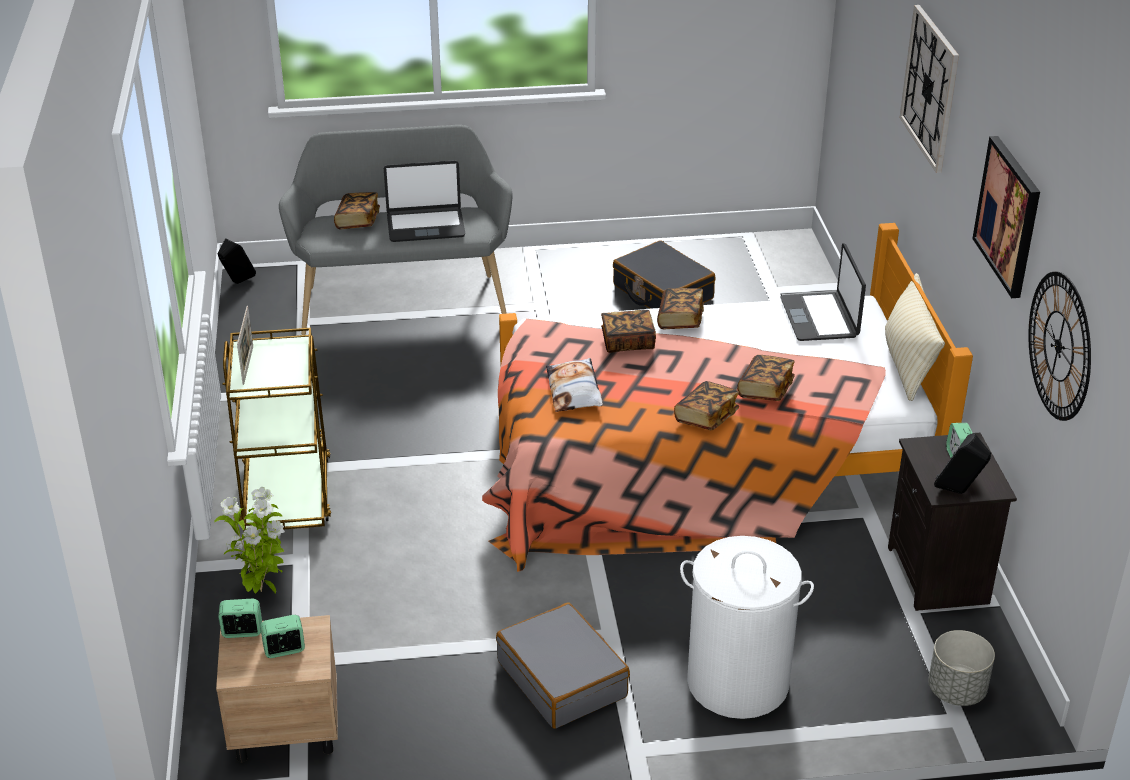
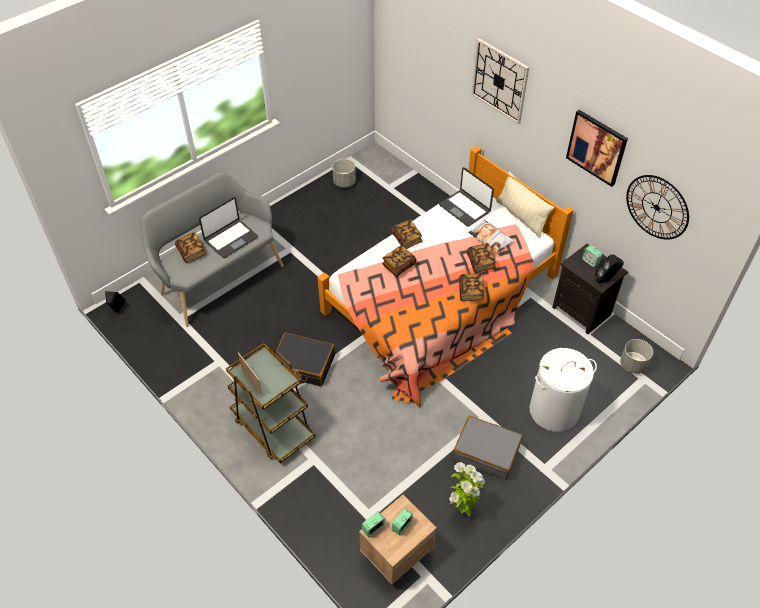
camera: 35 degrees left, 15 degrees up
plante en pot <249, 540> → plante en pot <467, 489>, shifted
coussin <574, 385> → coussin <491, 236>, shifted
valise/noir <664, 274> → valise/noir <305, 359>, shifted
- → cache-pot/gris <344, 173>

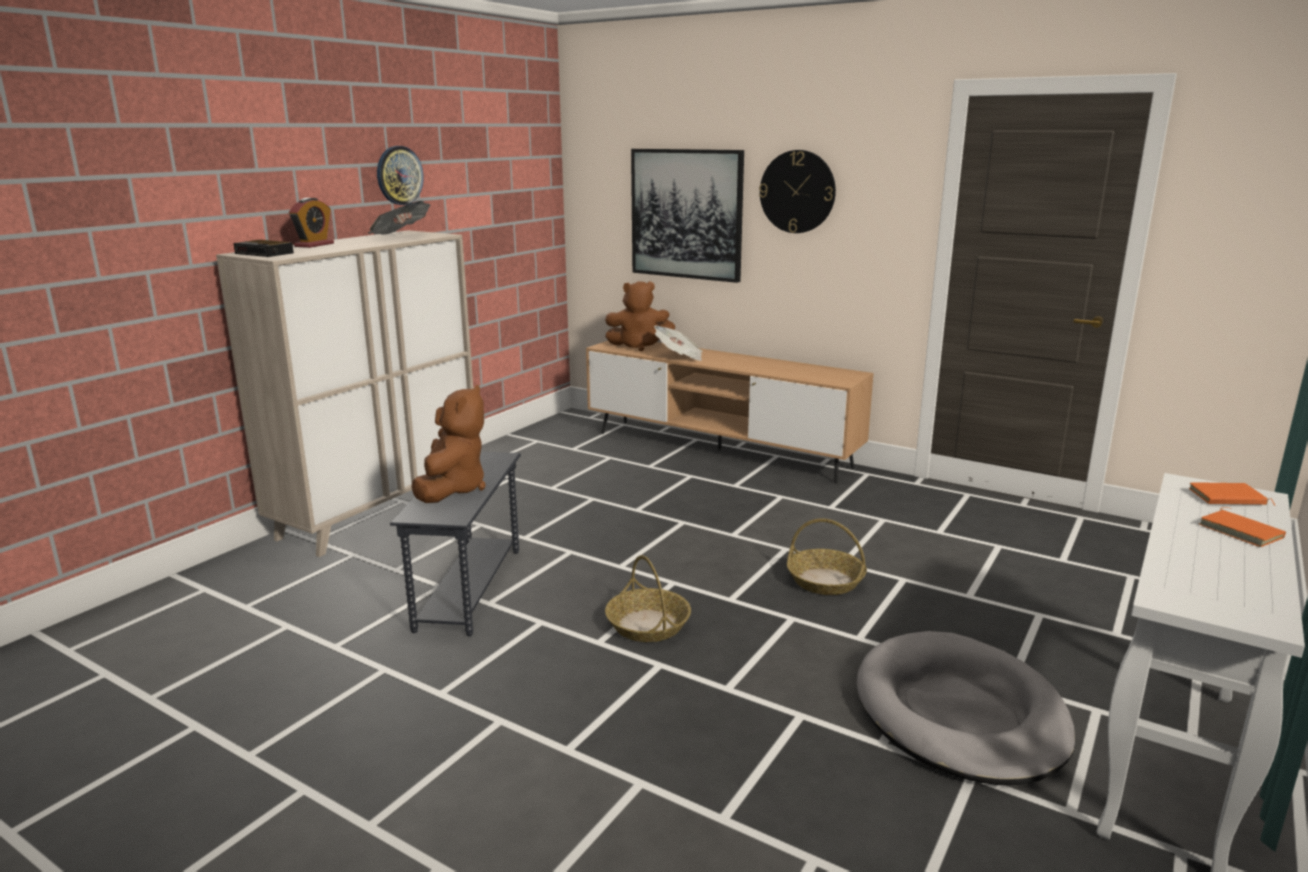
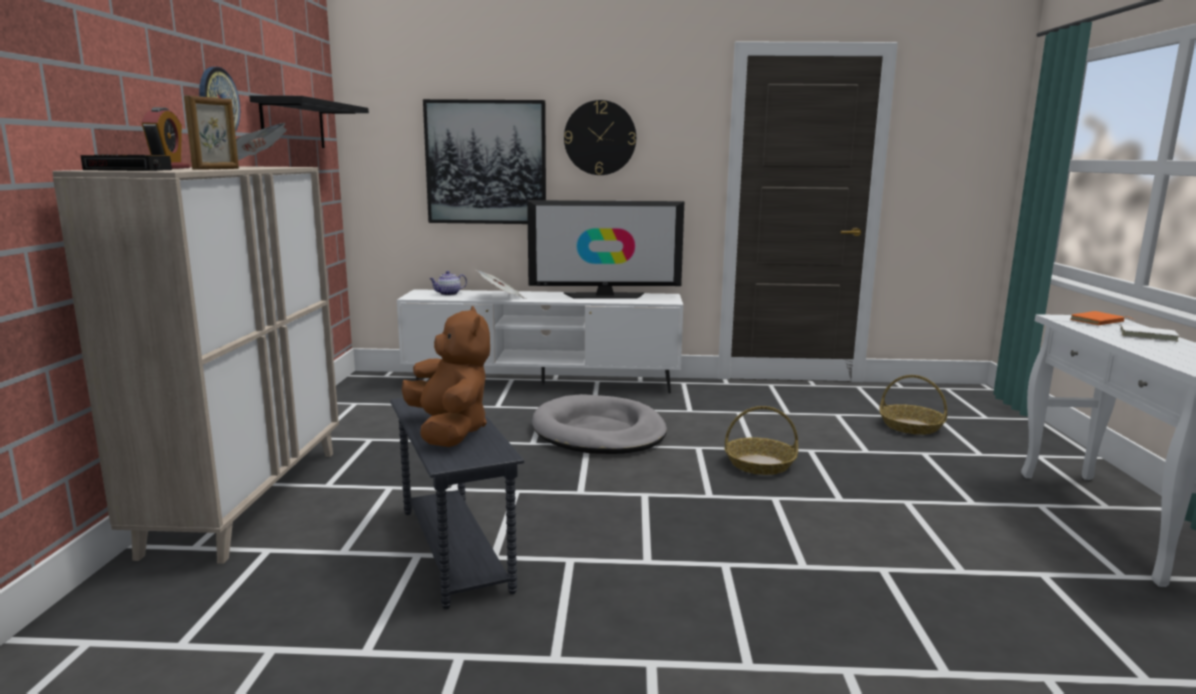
camera: 30 degrees left, 5 degrees down
meuble télé/marron <730, 412> → meuble télé/blanc <540, 341>
peluche/marron <640, 316> → théière <448, 283>
panier <648, 598> → panier <913, 405>, shifted
panier pour chien/gris <966, 708> → panier pour chien/gris <599, 424>, shifted
livre/orange <1242, 527> → livre/blanc <1149, 333>
- → cadre photo <211, 132>
- → étagère/noir <309, 121>
- → téléviseur <605, 249>

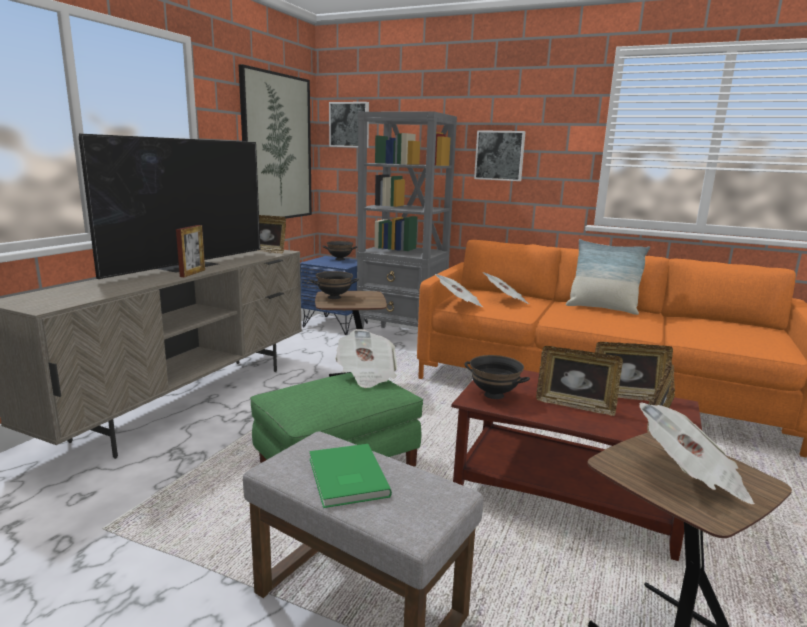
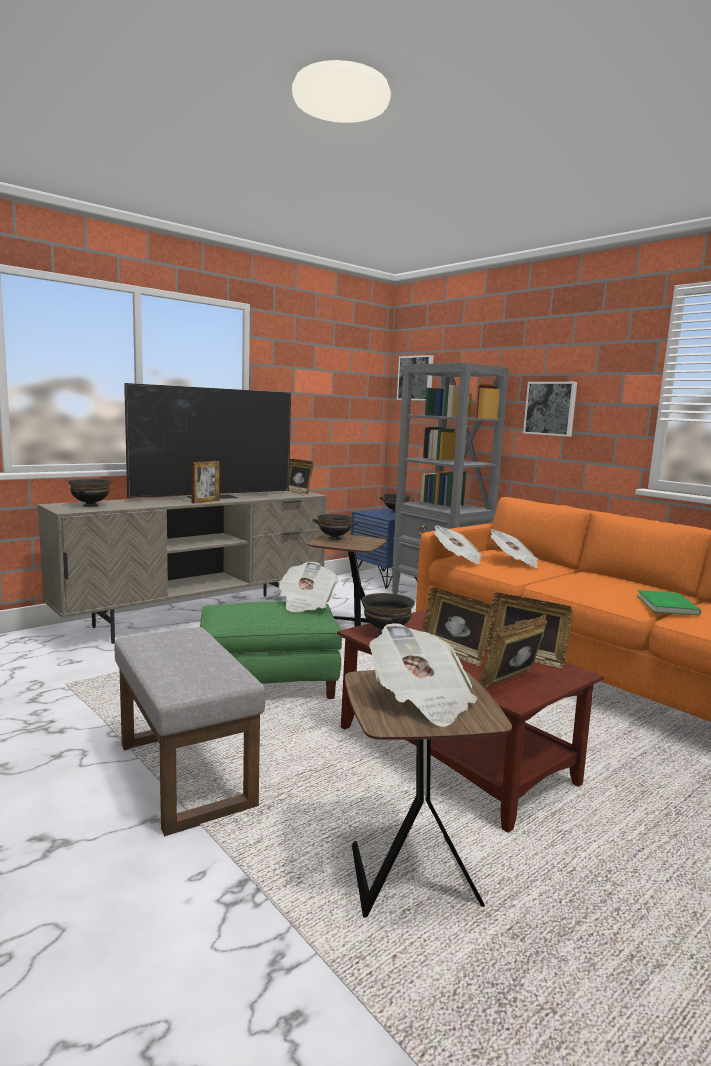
camera: 25 degrees right, 5 degrees down
tableau <275, 141> → -
livre/vert <350, 476> → livre/vert <669, 603>, shifted
coussin <608, 277> → -
- → bol/noir <89, 493>

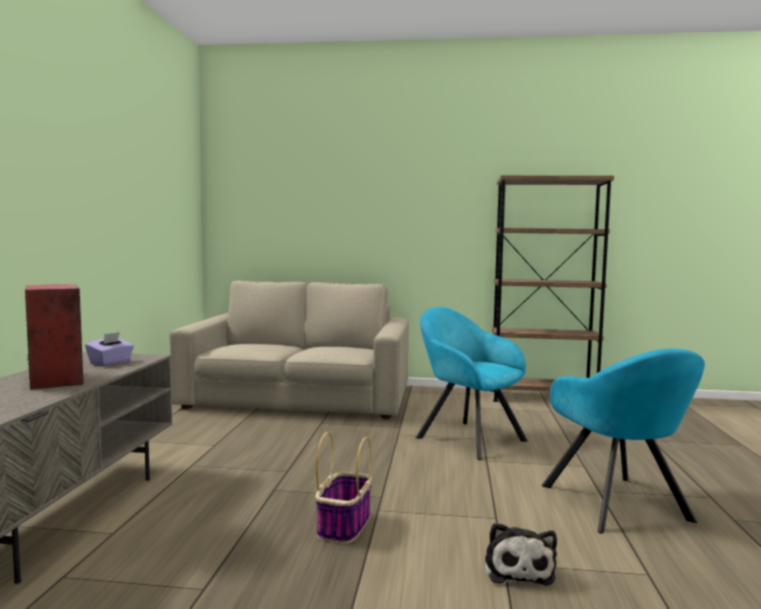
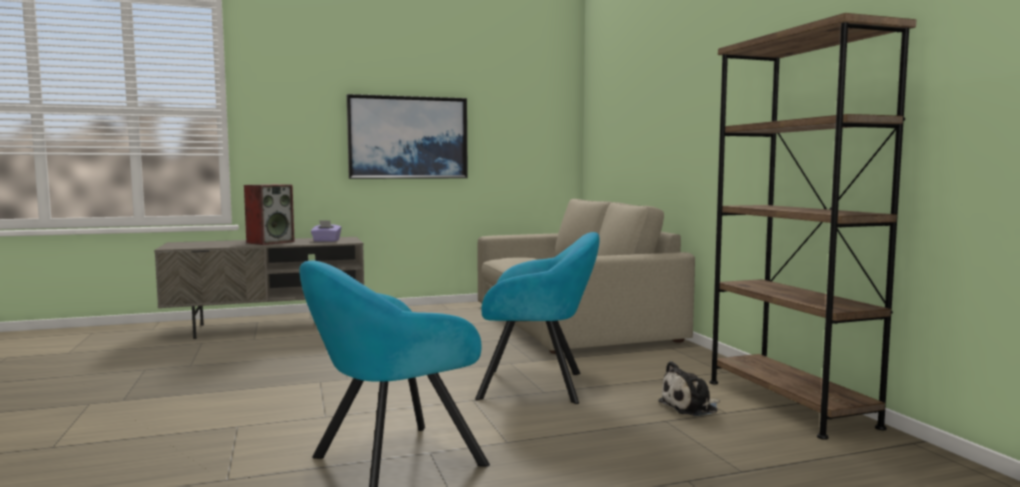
camera: 65 degrees right, 0 degrees up
panier <344, 488> → -
fauteuil/turquoise <471, 383> → fauteuil/turquoise <537, 318>, 75 degrees clockwise
peluche <521, 554> → peluche <689, 388>, shifted
- → tableau <407, 136>

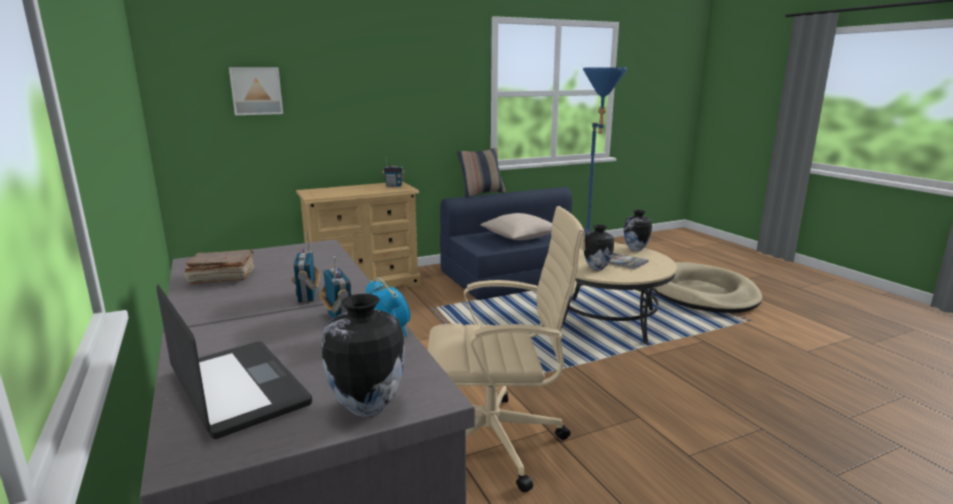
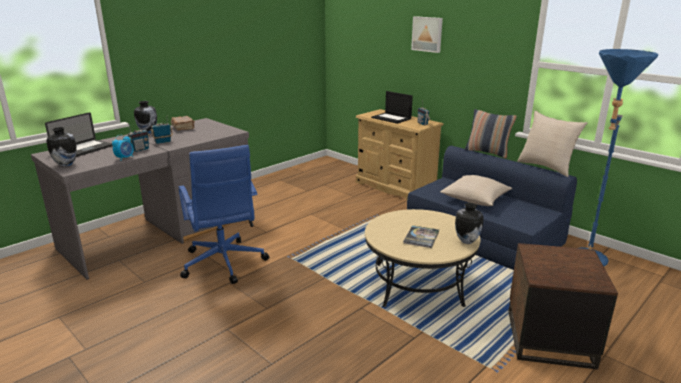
camera: 70 degrees right, 5 degrees up
tableau <256, 91> → tableau <427, 34>, shifted
chaise de bureau/beige <506, 349> → chaise de bureau/bleu <224, 214>
vase <599, 248> → vase <145, 117>, shifted
panier pour chien/beige <707, 287> → table d'appoint/marron <563, 306>
- → ordinateur portable <392, 107>
- → coussin/beige <552, 144>

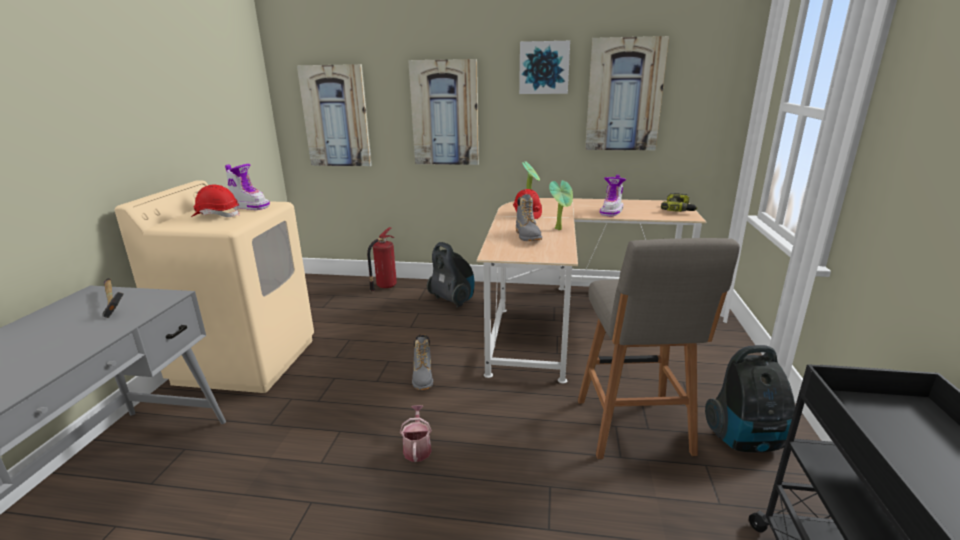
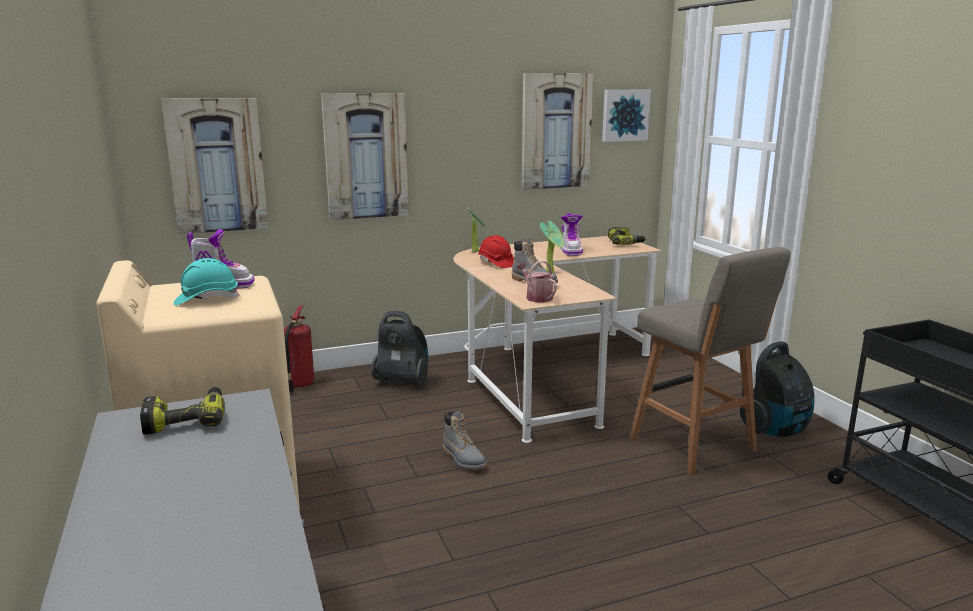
camera: 30 degrees left, 5 degrees down
marteau <113, 298> → perceuse <182, 411>
casque de chantier/rouge <215, 200> → casque de chantier/turquoise <207, 282>
arrosoir <416, 433> → arrosoir <537, 281>, shifted
tableau <544, 67> → tableau <626, 116>, shifted

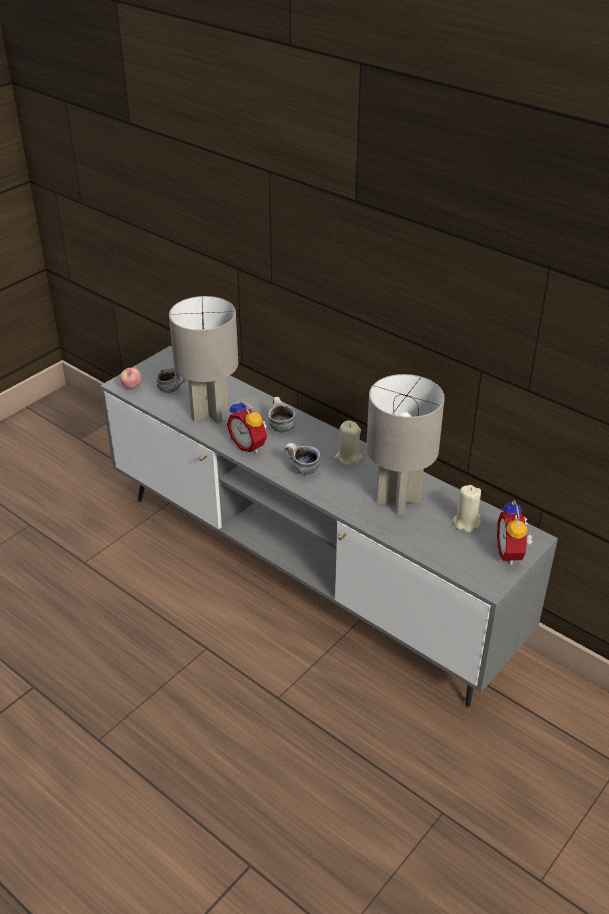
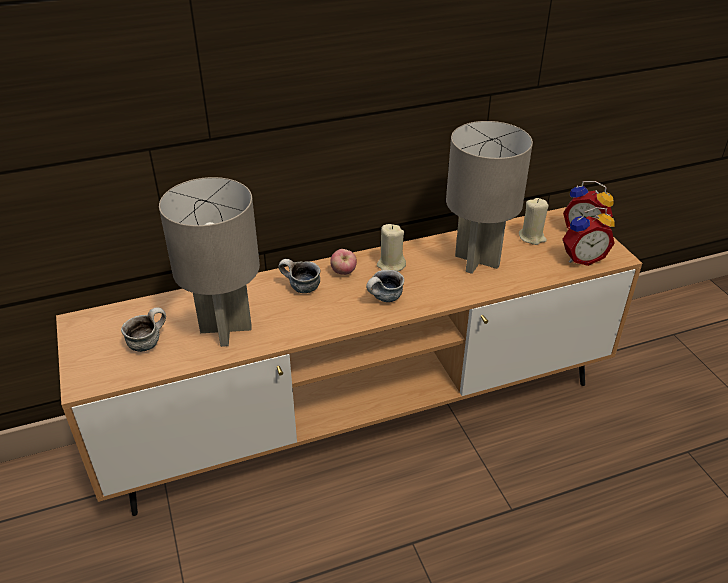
camera: 60 degrees left, 0 degrees up
meuble télé/gris <329, 526> → meuble télé/marron <349, 361>
pomme <131, 378> → pomme <343, 262>, shifted
réveil <247, 426> → réveil <589, 236>, shifted

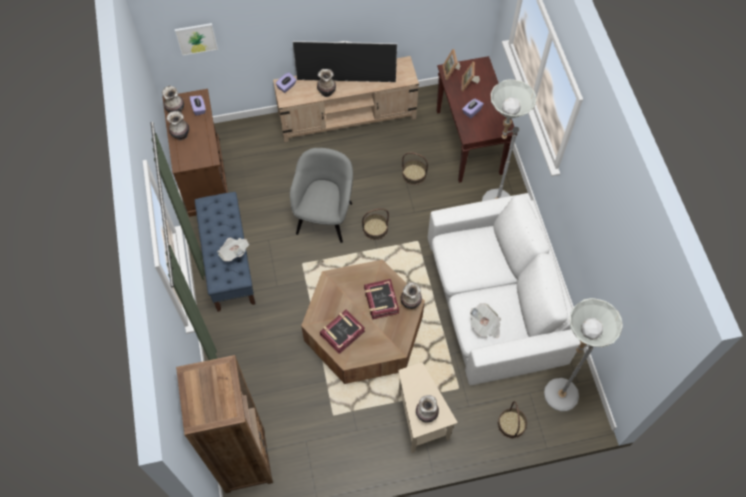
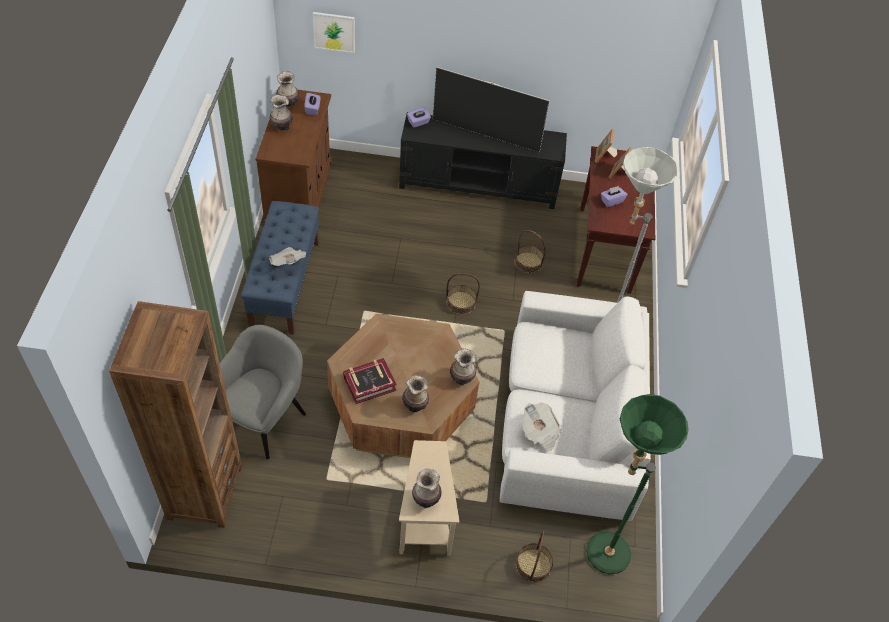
camera: 15 degrees right, 10 degrees down
meuble télé/beige <346, 99> → meuble télé/noir <483, 160>
fauteuil/gris <321, 195> → fauteuil/gris <263, 392>, shifted
vase <326, 83> → vase <415, 393>, shifted
livre <381, 299> → -
lampadaire/gris <583, 355> → lampadaire/vert <637, 484>

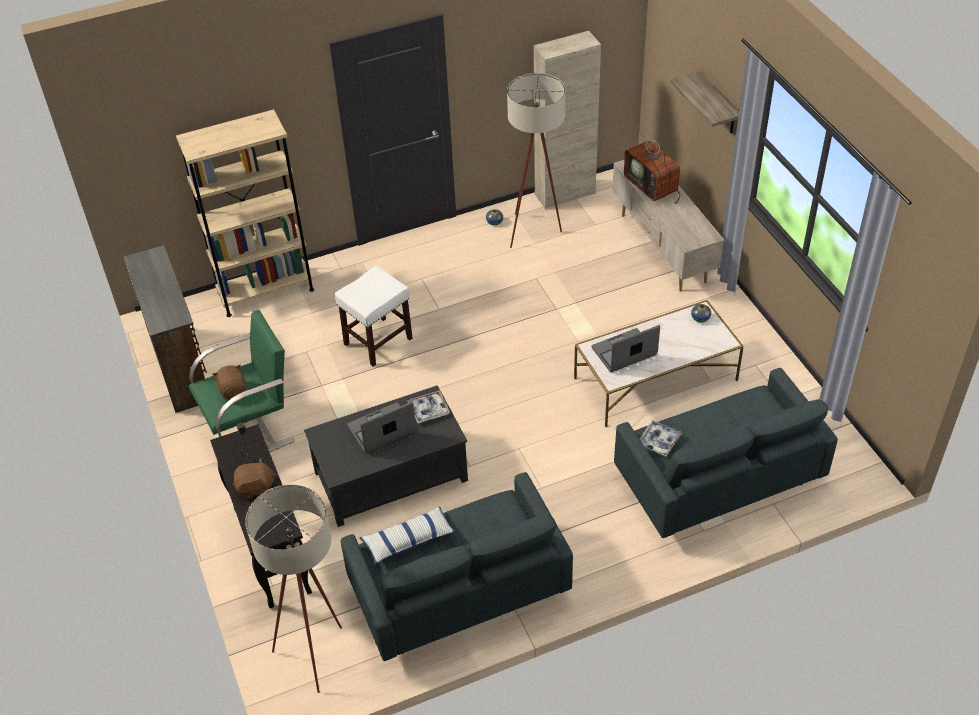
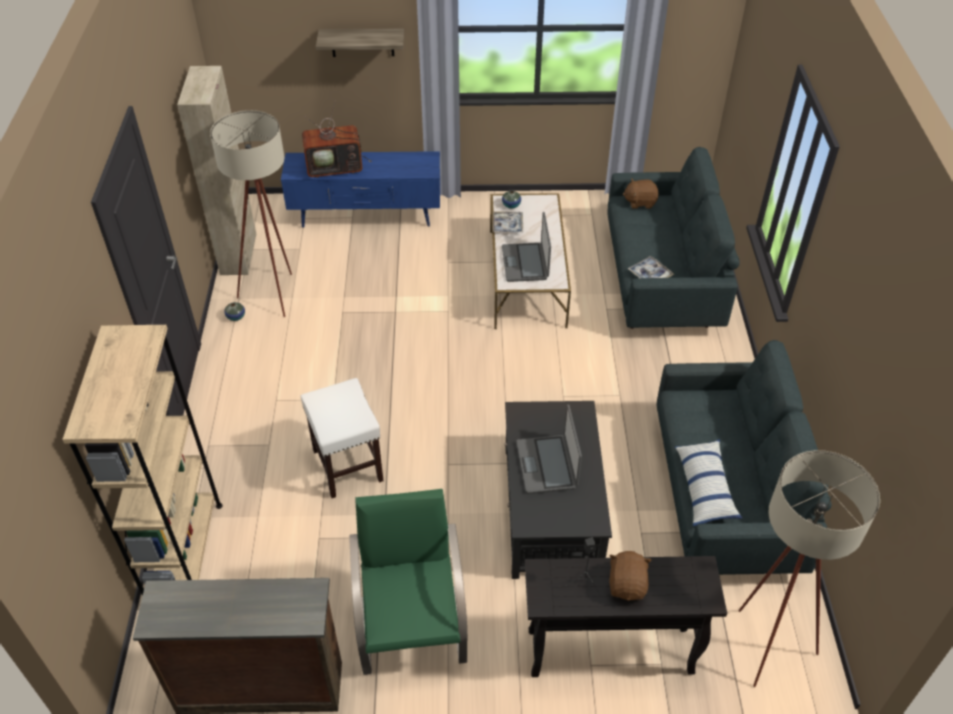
camera: 70 degrees left, 0 degrees up
peluche/marron <229, 382> → peluche/marron <640, 193>, shifted
plateau <428, 406> → plateau <508, 221>, shifted
meuble télé/beige <668, 226> → meuble télé/bleu <360, 189>

